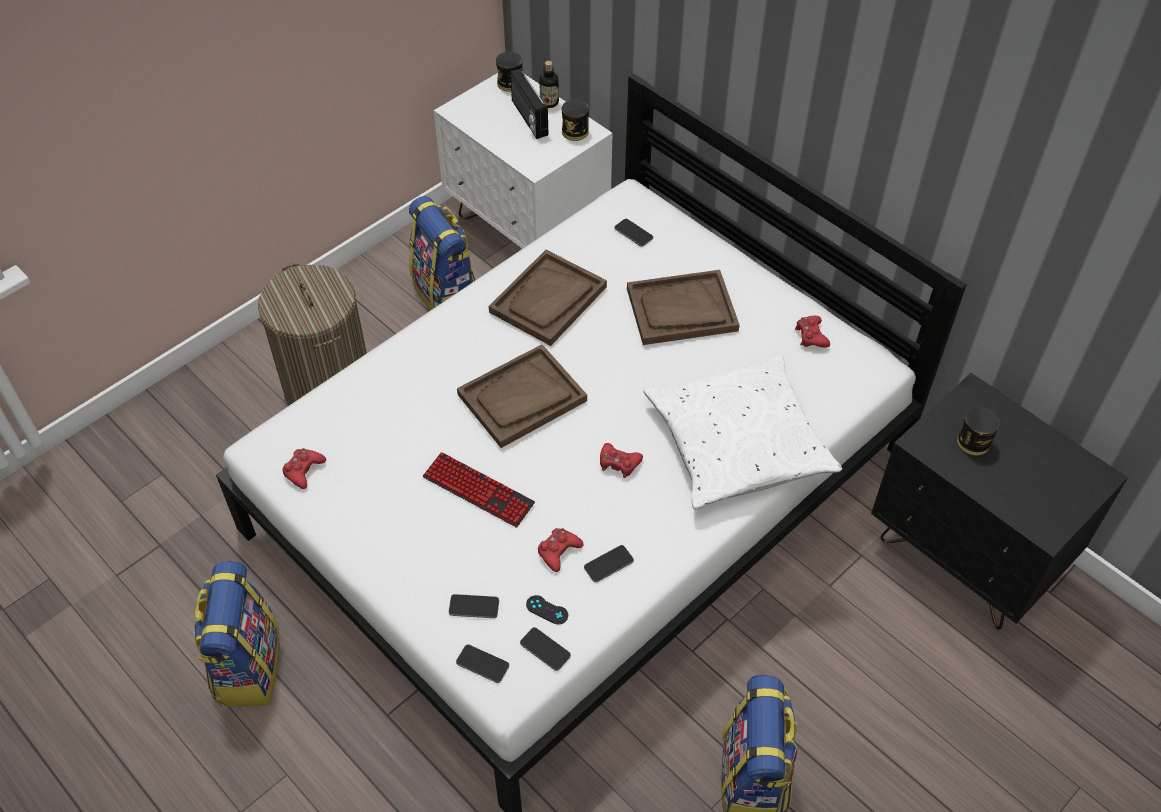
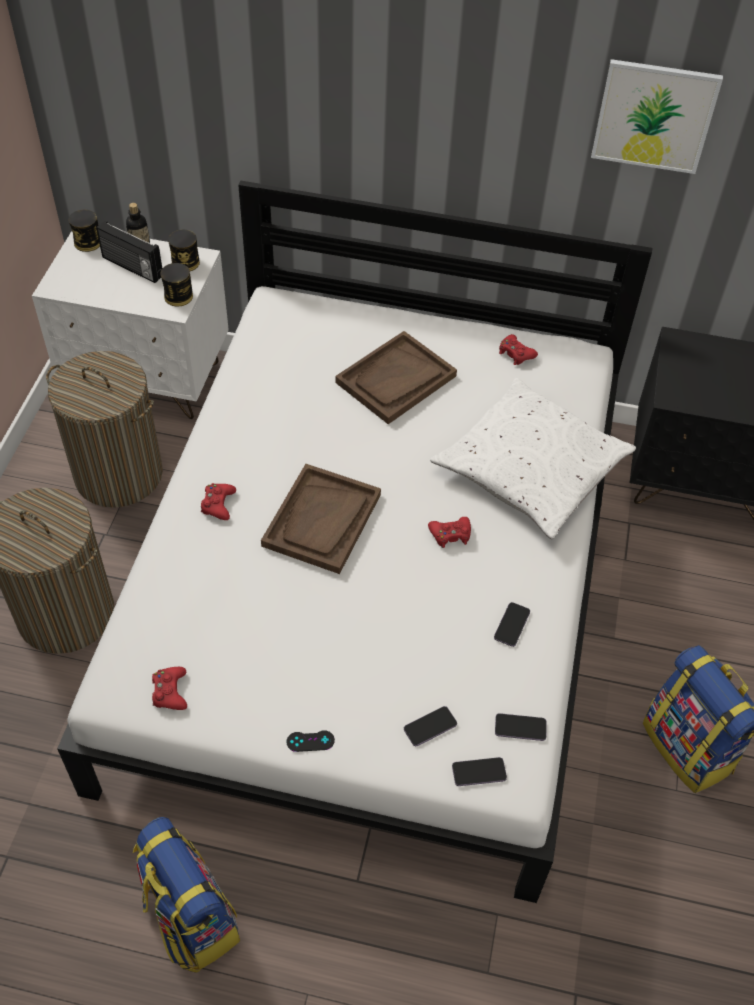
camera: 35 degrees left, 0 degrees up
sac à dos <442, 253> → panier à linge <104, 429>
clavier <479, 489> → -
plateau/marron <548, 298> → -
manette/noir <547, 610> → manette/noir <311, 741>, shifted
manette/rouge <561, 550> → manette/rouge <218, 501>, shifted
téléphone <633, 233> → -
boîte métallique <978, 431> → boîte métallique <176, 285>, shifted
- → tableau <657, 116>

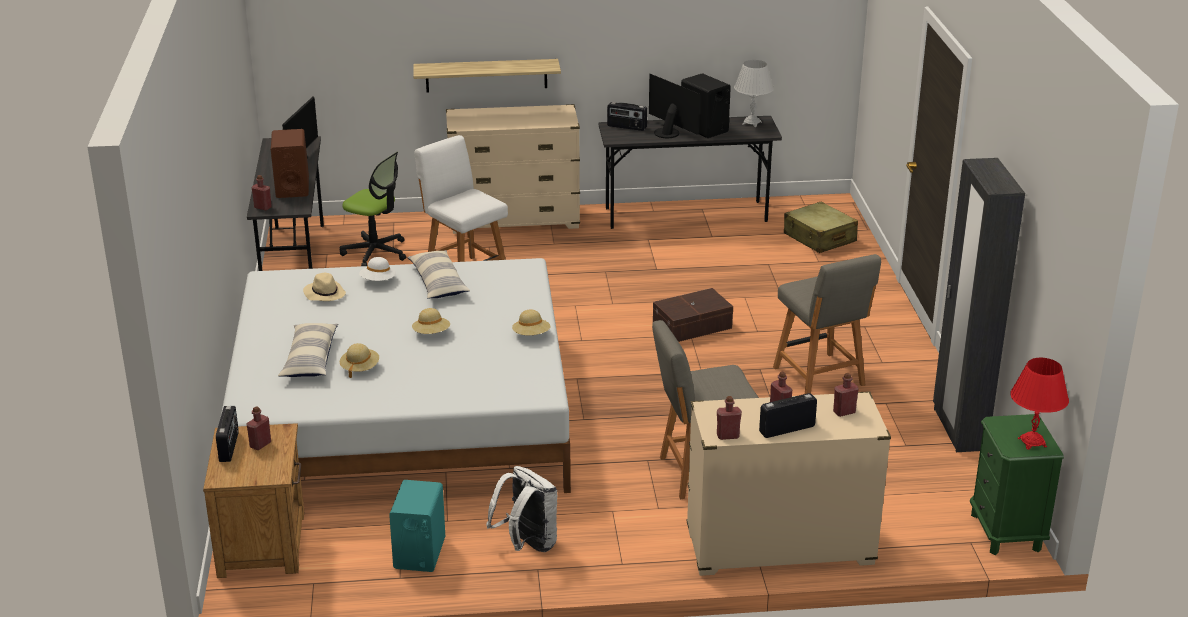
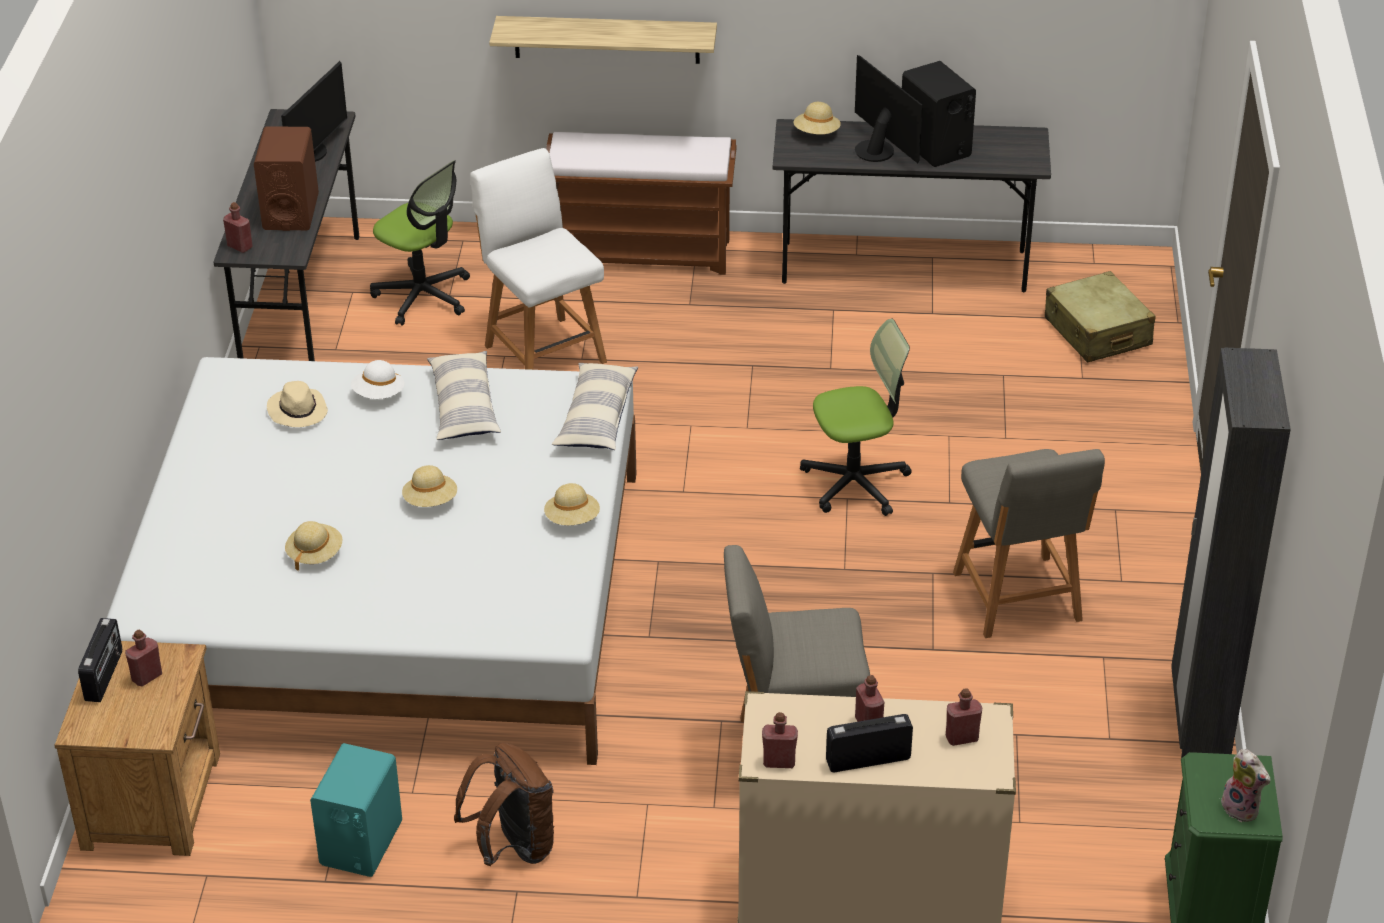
camera: 10 degrees right, 10 degrees up
coussin <308, 350> → coussin <595, 406>, shifted
commode/beige <513, 169> → banc/marron <641, 203>
sac à dos/blanc <522, 509> → sac à dos/marron <504, 804>
radio <627, 116> → chapeau/beige <817, 118>
boîte de rangement/marron <693, 315> → chaise de bureau <855, 417>
lampe de table/blanc <754, 93> → -
lampe de table/rouge <1039, 404> → peluche <1245, 785>

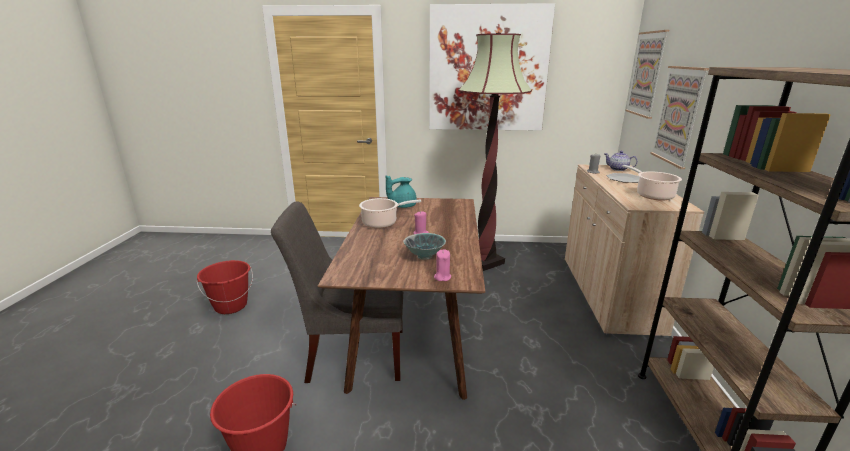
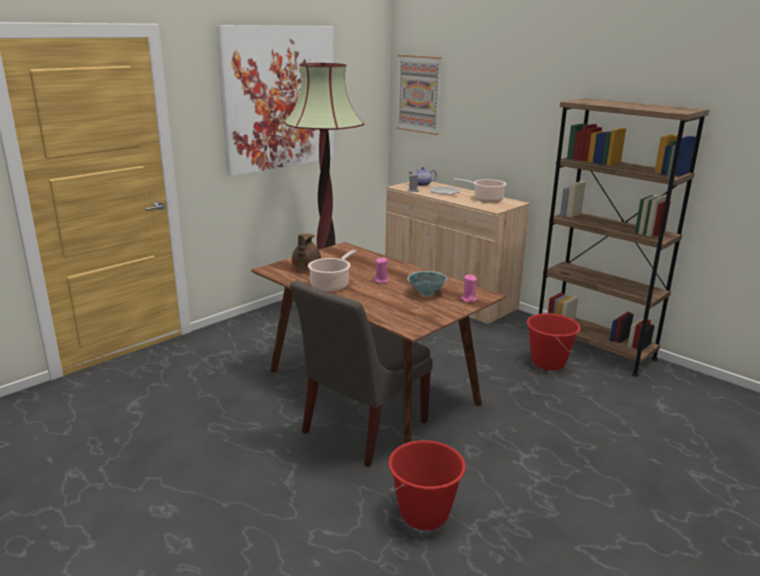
camera: 50 degrees left, 0 degrees up
seau/rouge <224, 287> → seau/rouge <553, 342>, shifted
théière/turquoise <401, 191> → théière/marron <306, 250>
tableau <679, 117> → -

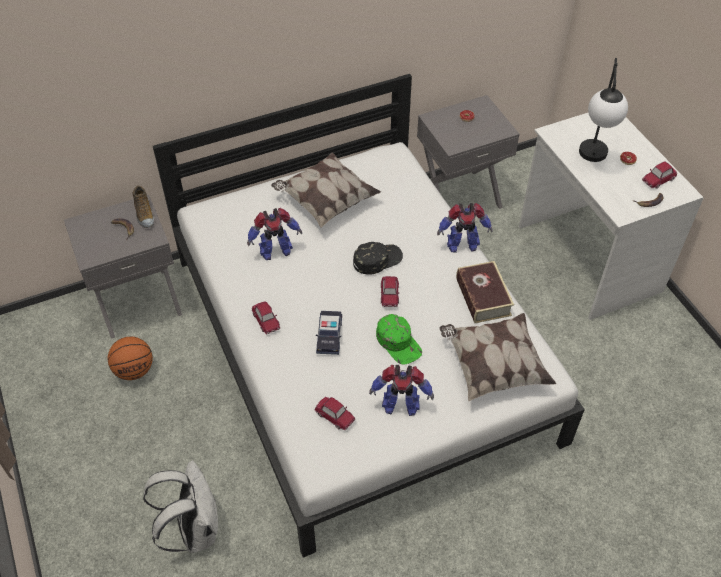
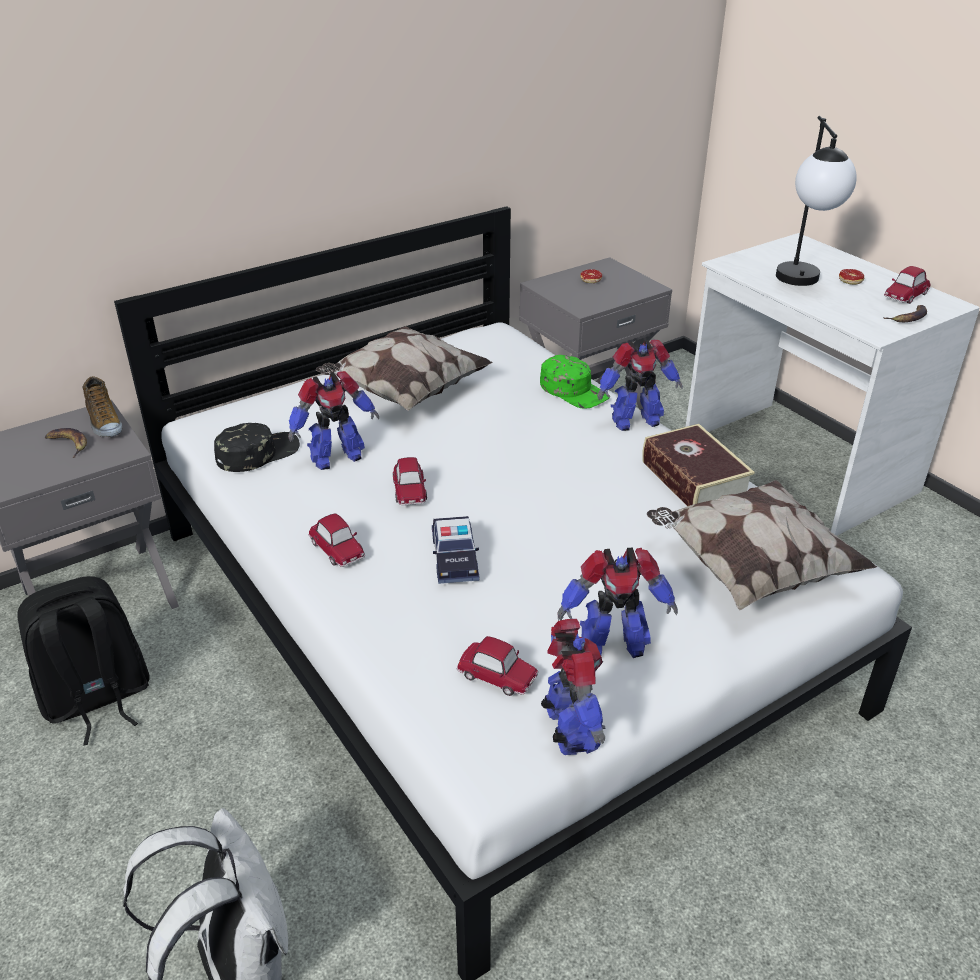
camera: 10 degrees left, 15 degrees down
ballon de basket <130, 358> → sac à dos/noir <83, 661>
casquette/noir <378, 258> → casquette/noir <257, 447>, shifted
casquette/vert <399, 339> → casquette/vert <575, 382>, shifted
petite voiture <390, 291> → petite voiture <410, 481>, shifted
- → robot jouet <573, 687>

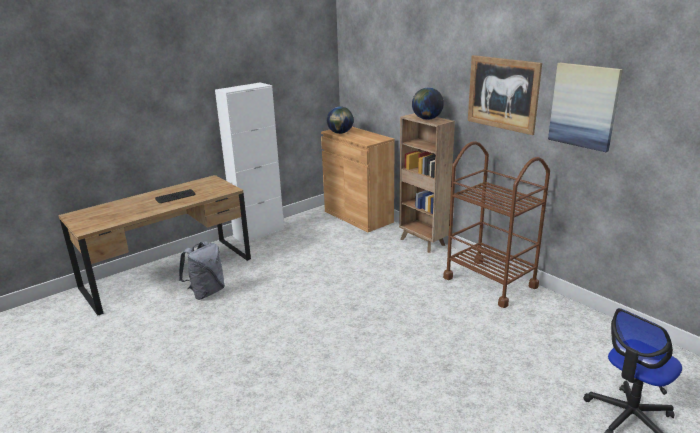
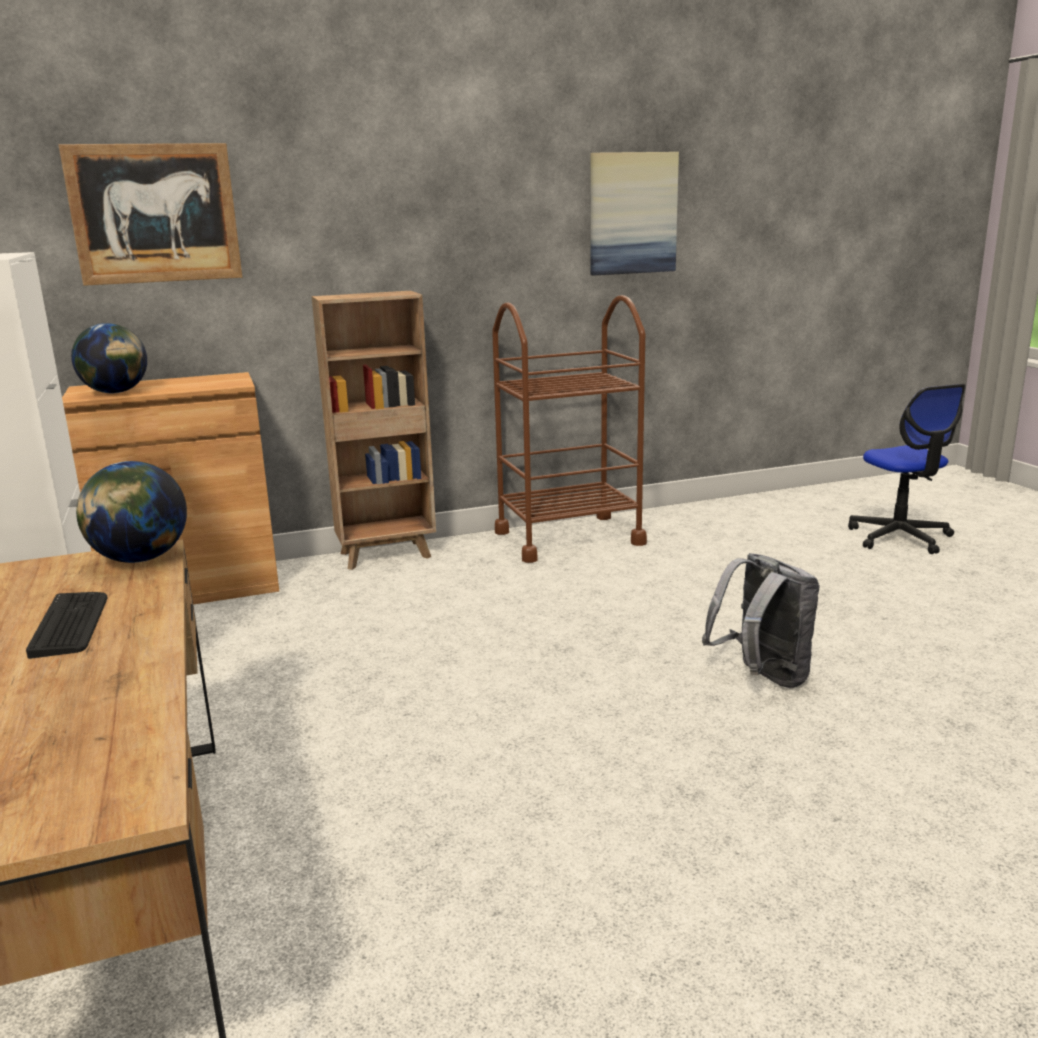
camera: 70 degrees left, 5 degrees down
sac à dos/gris <202, 270> → sac à dos/gris <761, 620>, shifted
globe <428, 104> → globe <131, 512>, shifted
tableau <505, 95> → tableau <150, 214>, shifted

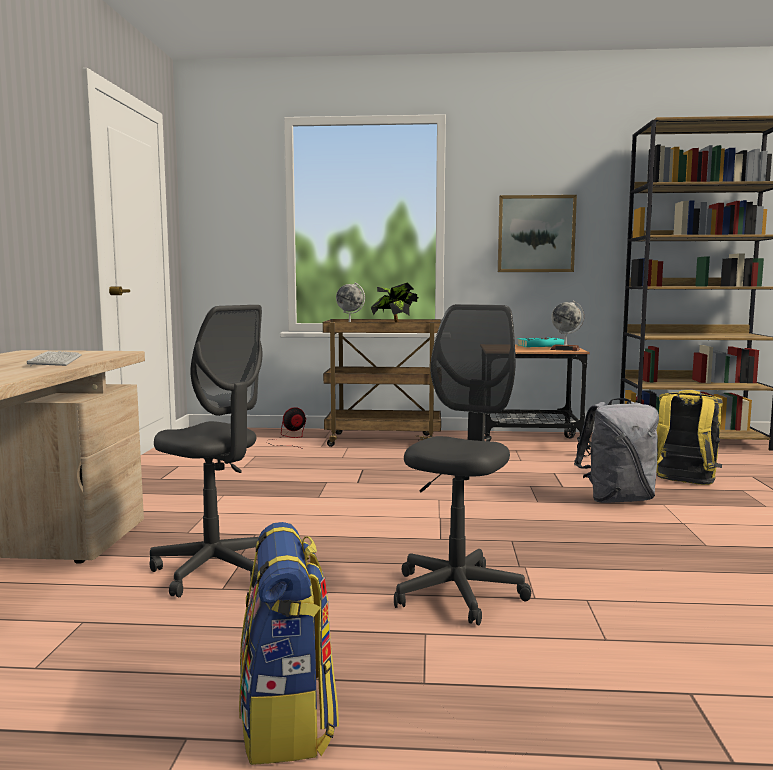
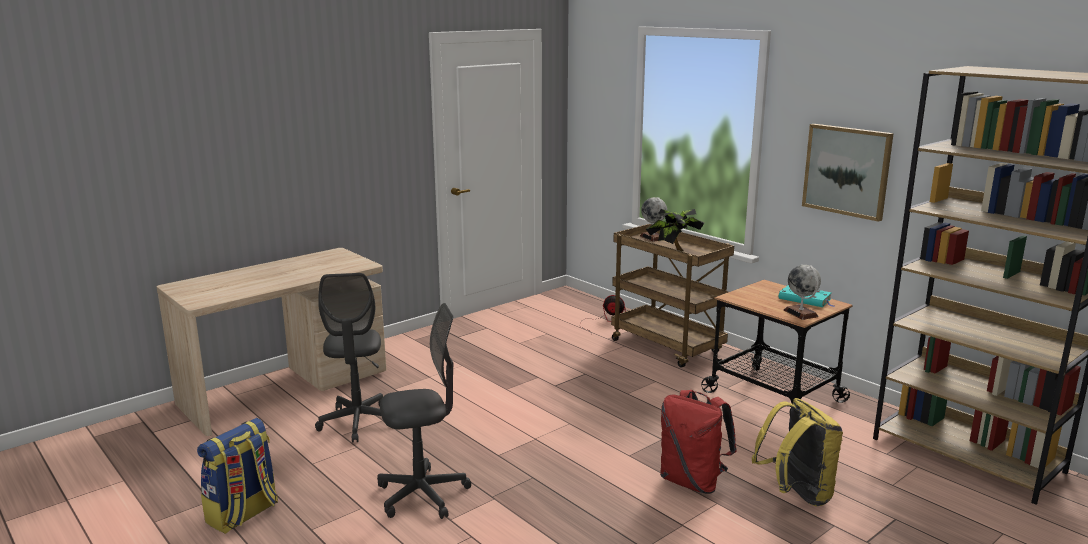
camera: 45 degrees right, 10 degrees up
clavier <54, 358> → -
sac à dos/gris <616, 450> → sac à dos/rouge <698, 442>

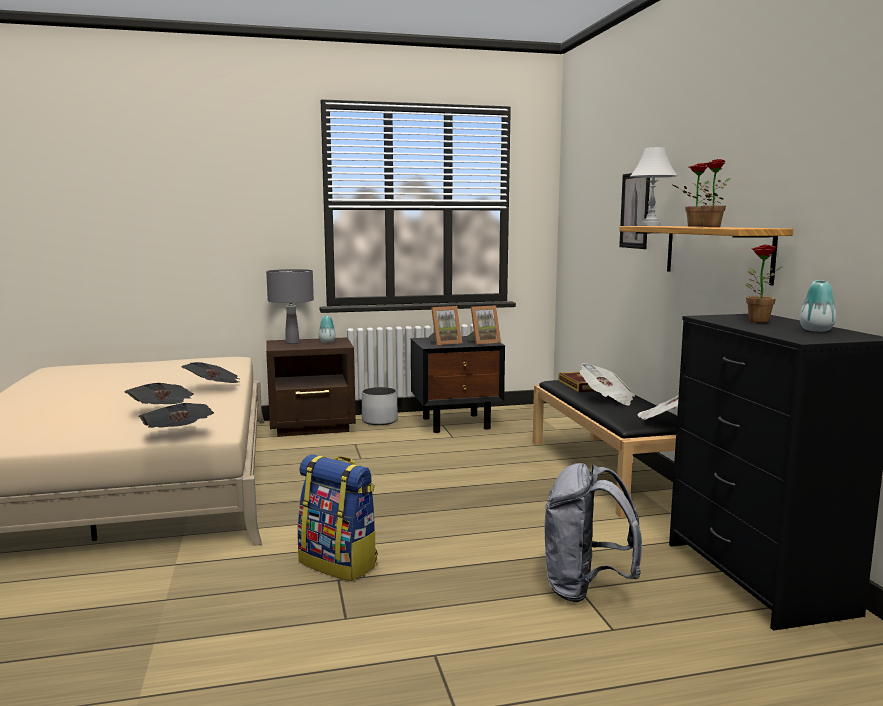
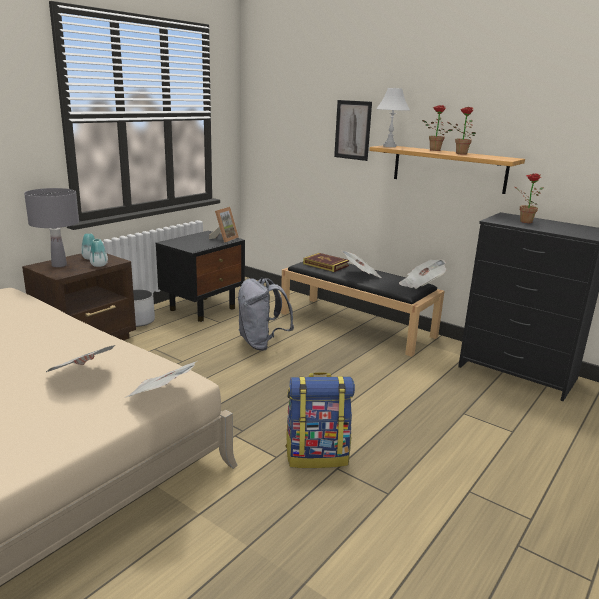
camera: 40 degrees left, 10 degrees up
journal <210, 372> → -
cadre photo <445, 326> → -
sac à dos/gris <593, 532> → sac à dos/gris <266, 314>, shifted
vase <818, 306> → vase <98, 253>, shifted

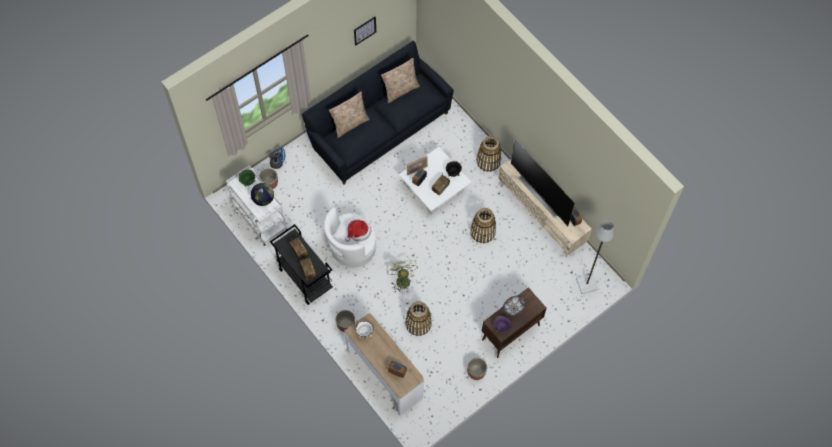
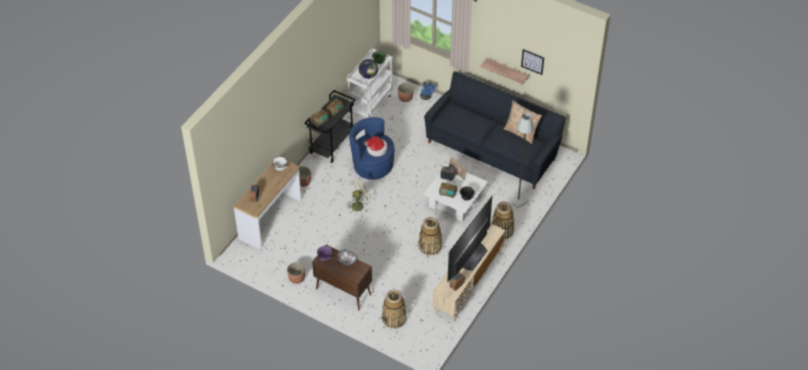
camera: 70 degrees right, 15 degrees down
fauteuil/blanc <350, 237> → fauteuil/bleu <372, 148>
coussin/beige <349, 115> → -
panier <418, 318> → panier <394, 309>, shifted
lampadaire/gris <595, 257> → lampadaire/gris <521, 160>, shifted
- → étagère <504, 71>

